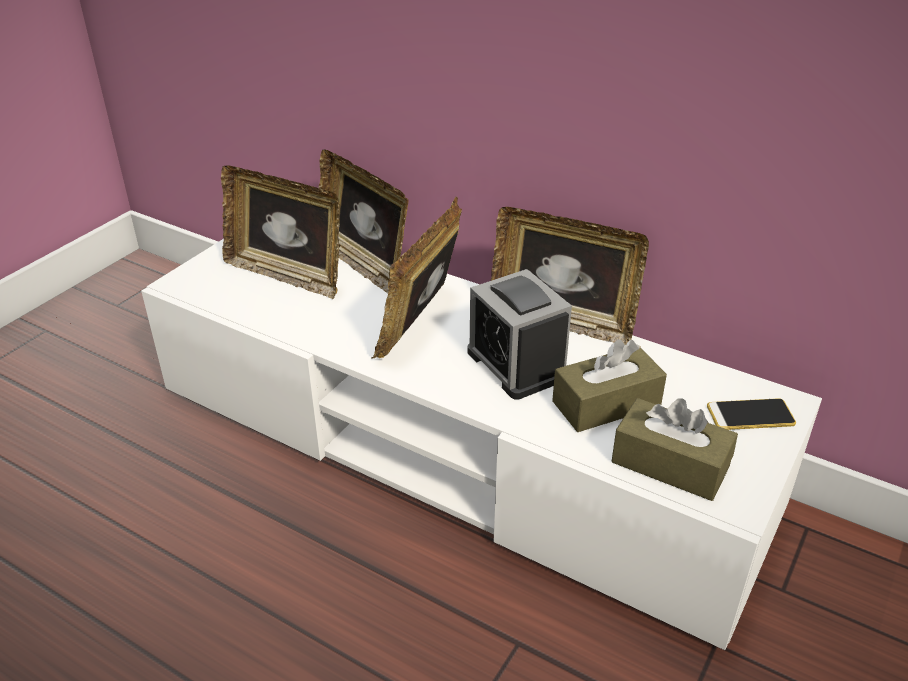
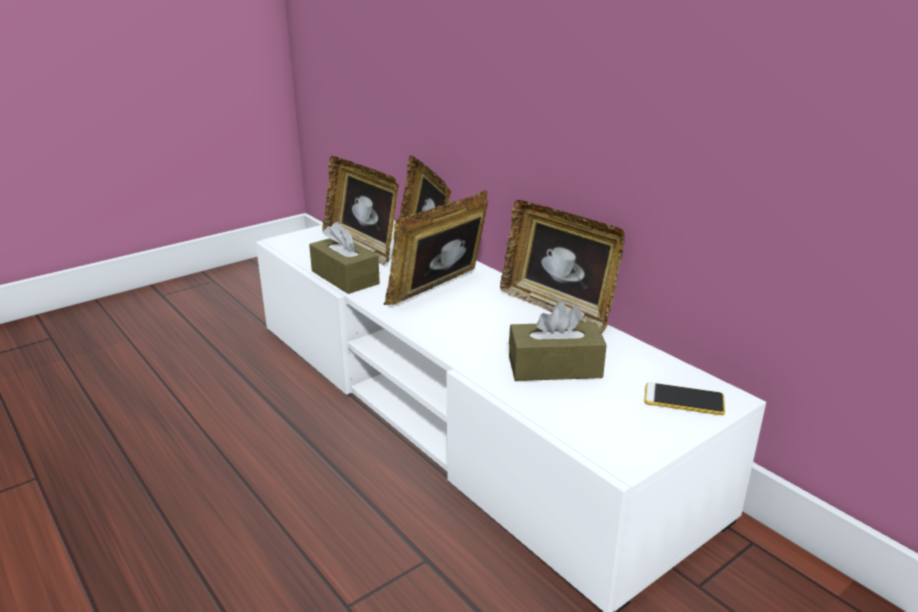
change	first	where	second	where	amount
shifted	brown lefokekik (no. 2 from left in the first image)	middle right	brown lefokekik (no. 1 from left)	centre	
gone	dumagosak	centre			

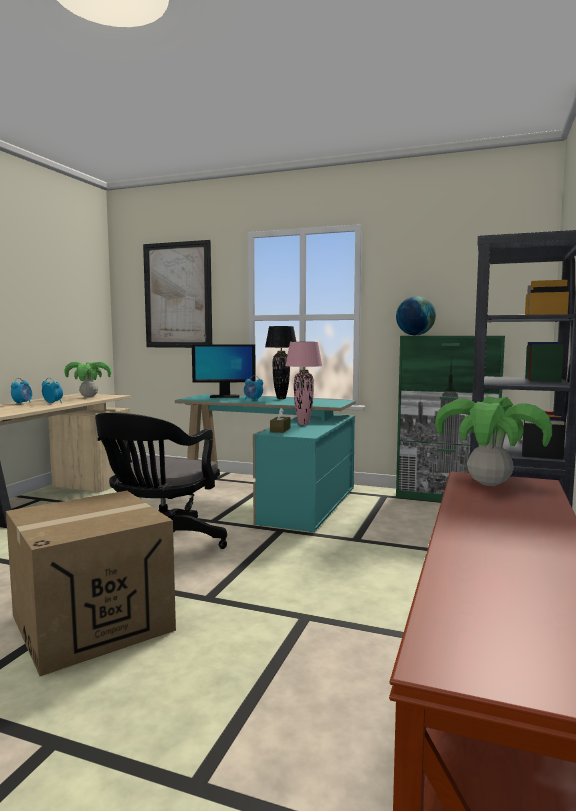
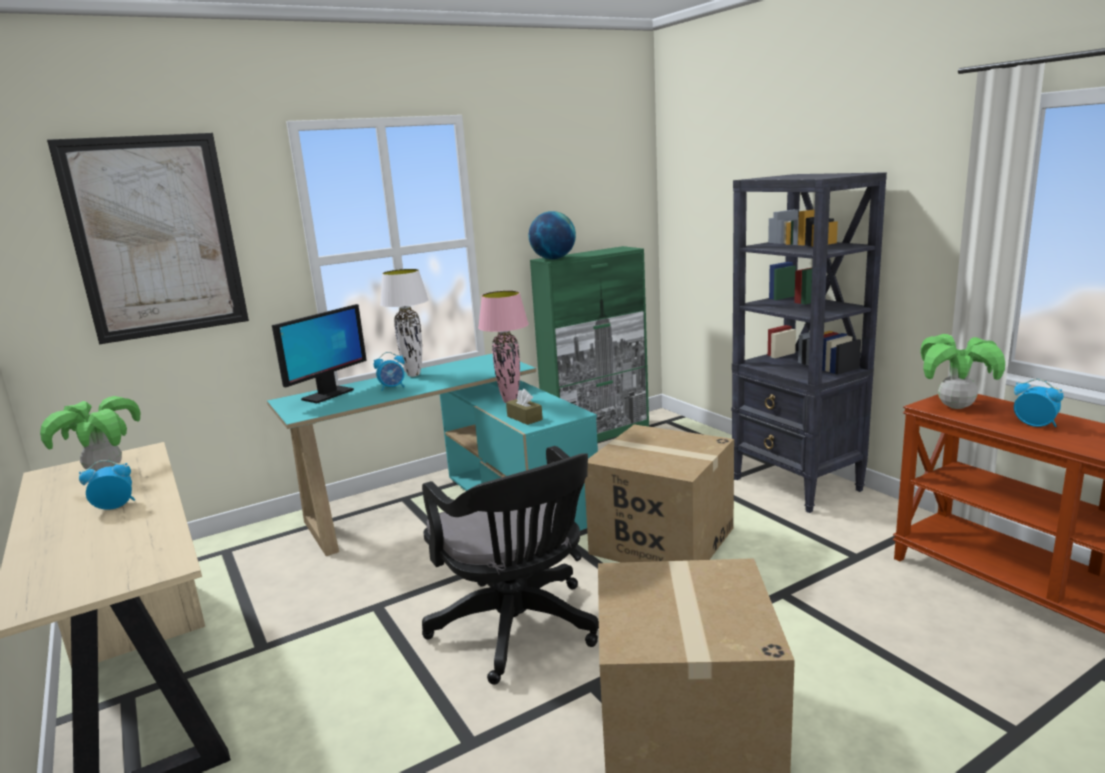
change	first	where	second	where	amount
repainted	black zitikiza	centre	white zitikiza	centre	
new			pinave (no. 1 from left)	centre	
shifted	dumagosak (no. 1 from left in the first image)	middle left	dumagosak (no. 3 from left)	middle right	

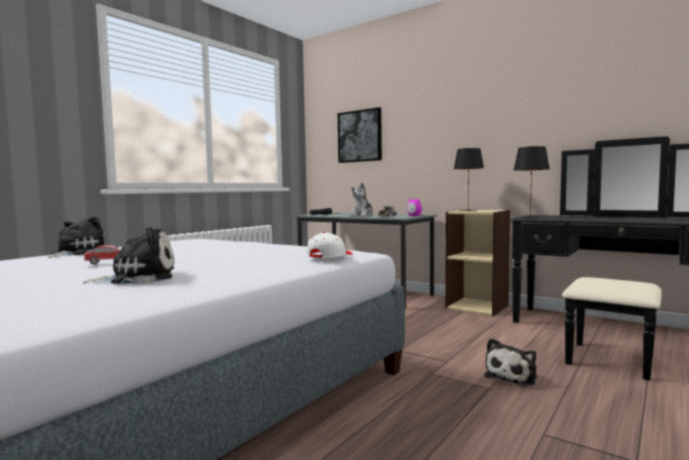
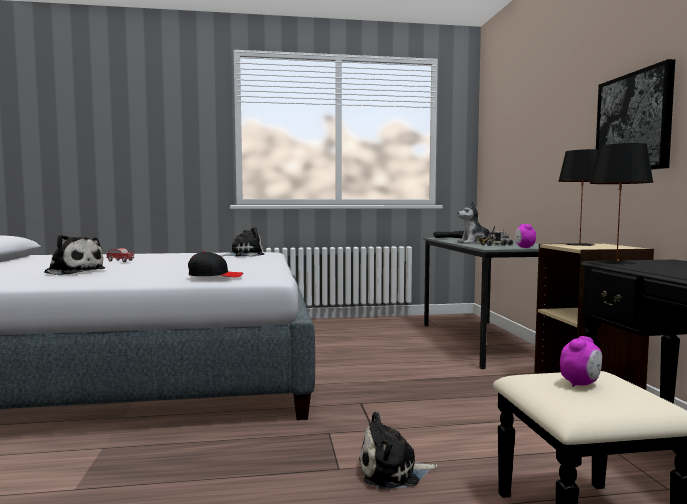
change	first	where	second	where	amount
repainted	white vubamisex	centre	black vubamisex	middle left	
shifted	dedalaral (no. 1 from left in the first image)	middle left	dedalaral (no. 2 from left)	centre	
new			dumagosak (no. 2 from left)	bottom right	
shifted	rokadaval	top centre		top right	

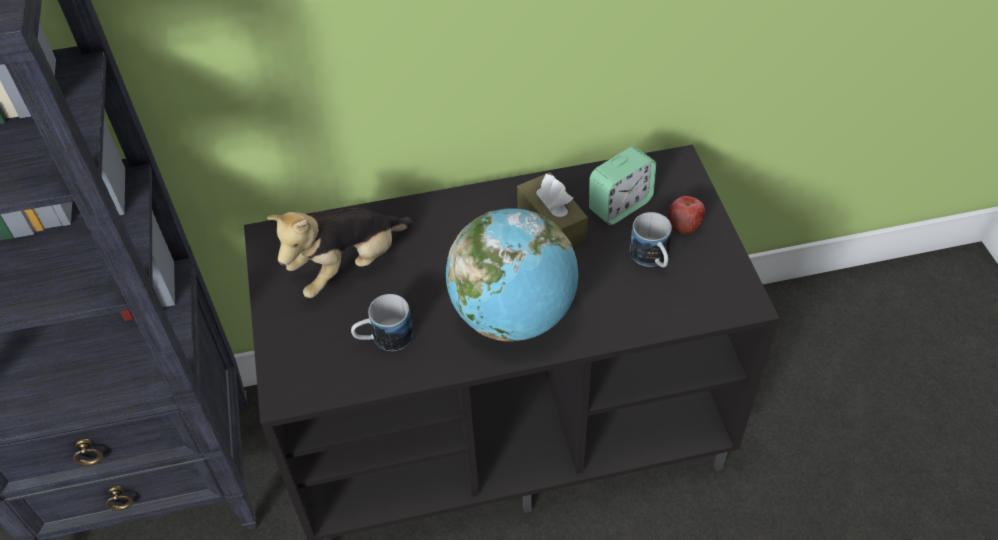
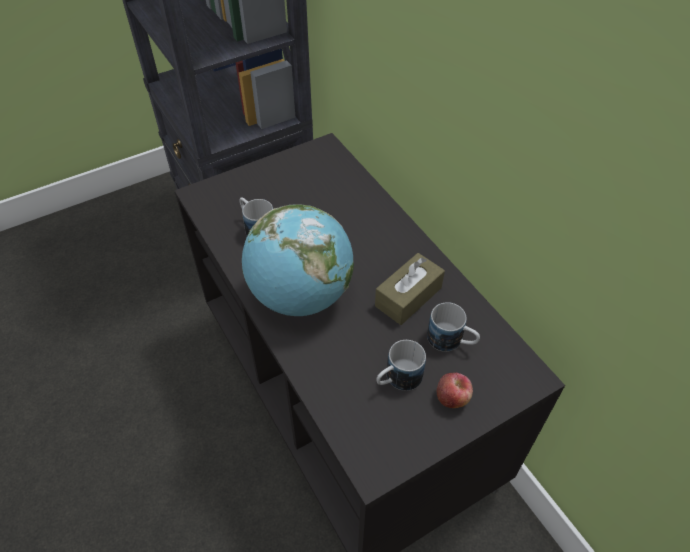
change	first	where	second	where	amount
swapped	dumagosak	centre	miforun (no. 3 from left)	centre	
gone	dedalaral	centre			

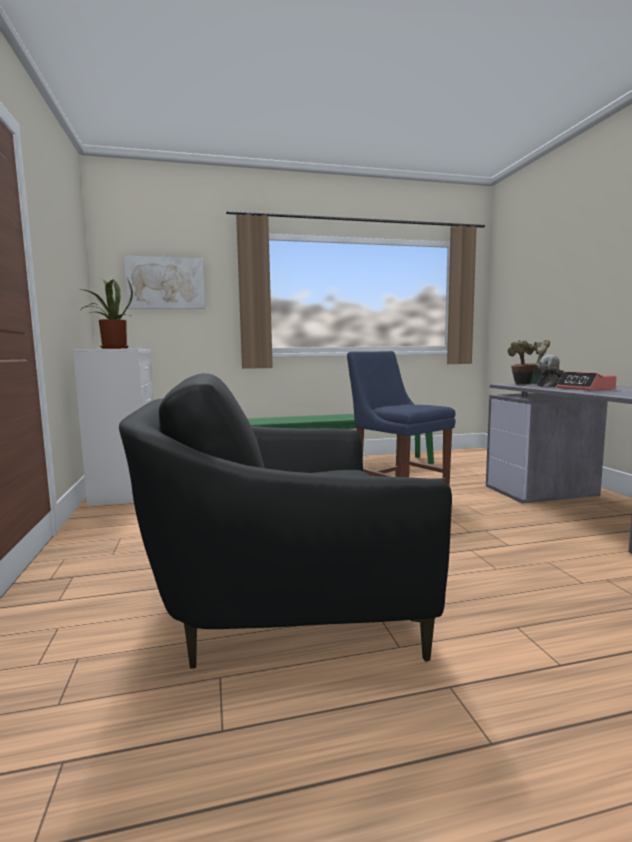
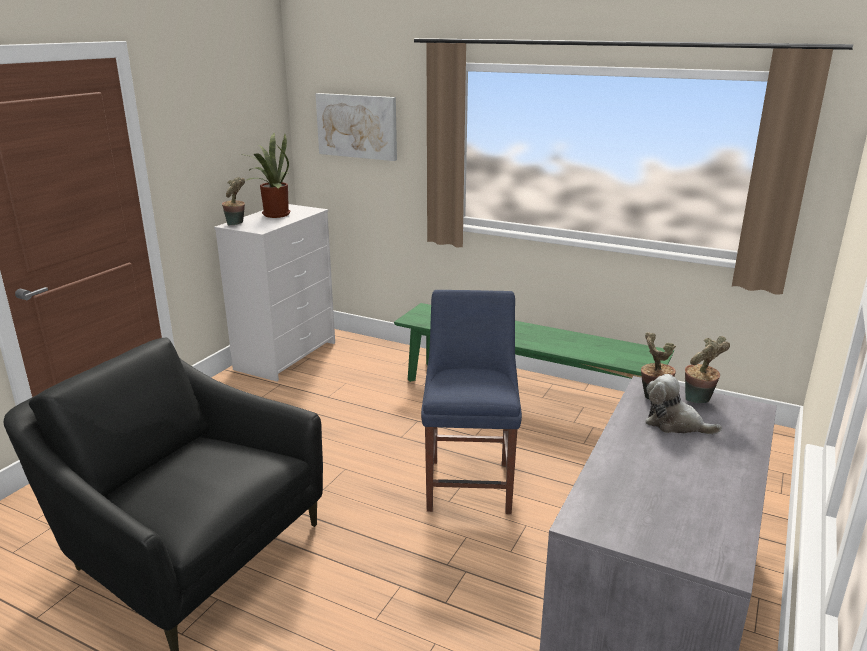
change	first	where	second	where	amount
new			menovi (no. 1 from left)	top left	
gone	dumagosak	middle right			

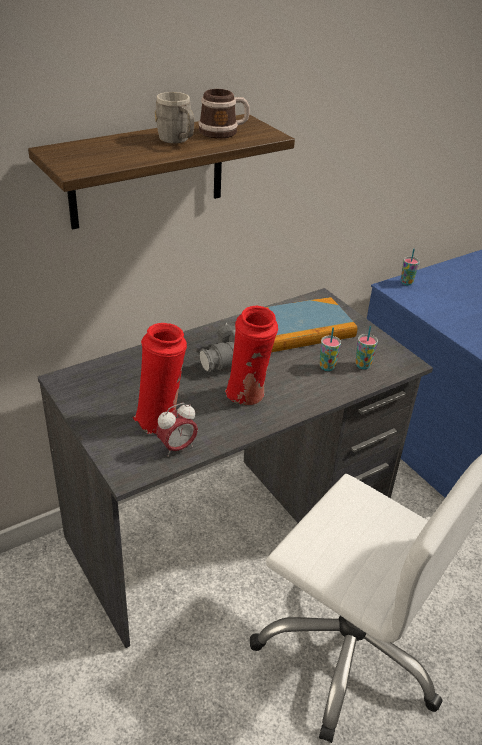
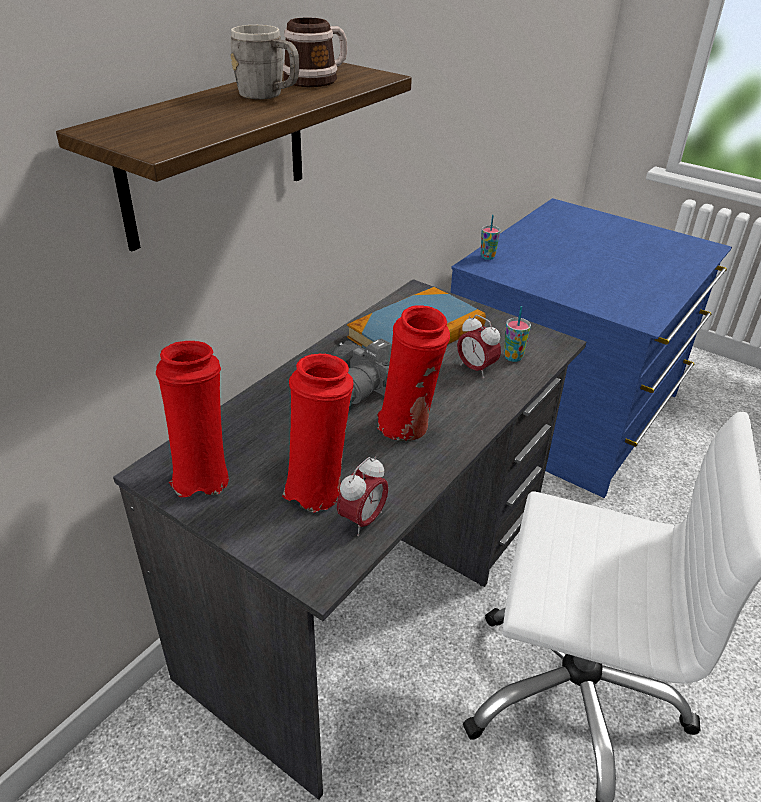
change	first	where	second	where	amount
new			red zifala (no. 1 from left)	middle left	
swapped	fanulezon (no. 1 from left)	middle right	dumagosak (no. 2 from left)	centre	

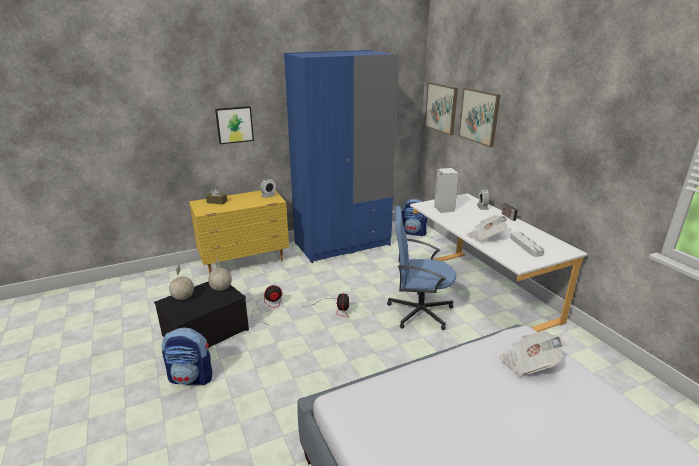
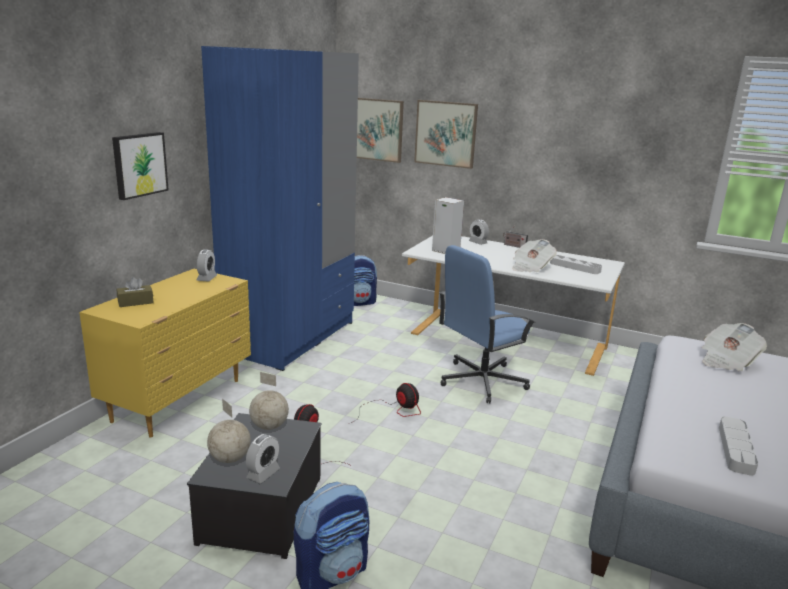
change	first	where	second	where	amount
new			dumagosak (no. 2 from left)	bottom centre	
new			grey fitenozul (no. 2 from left)	bottom right	

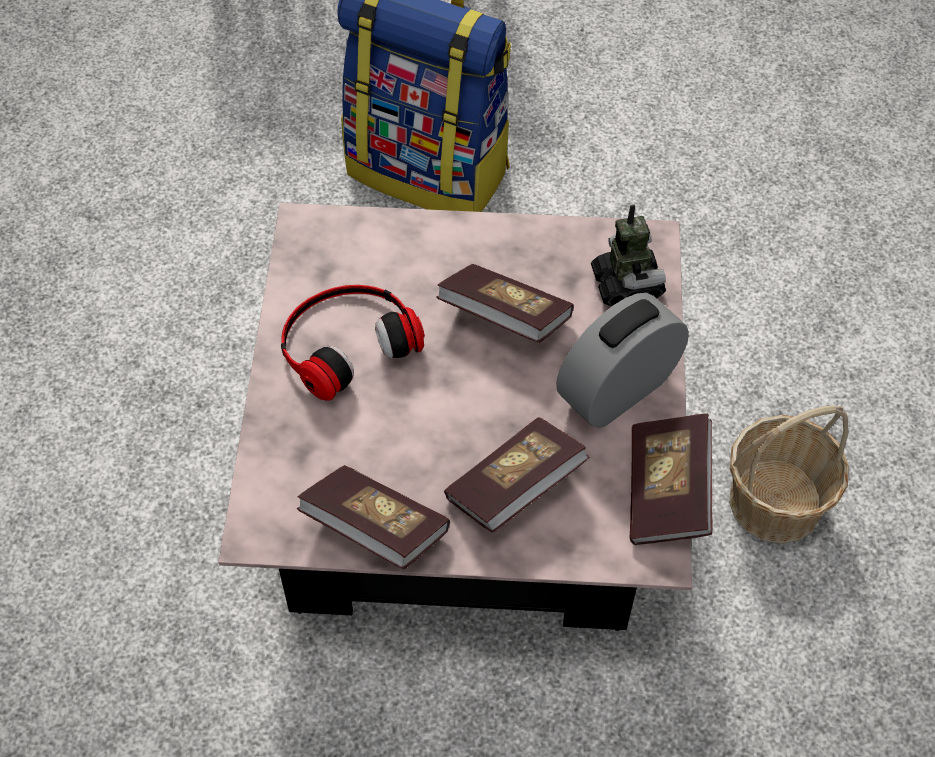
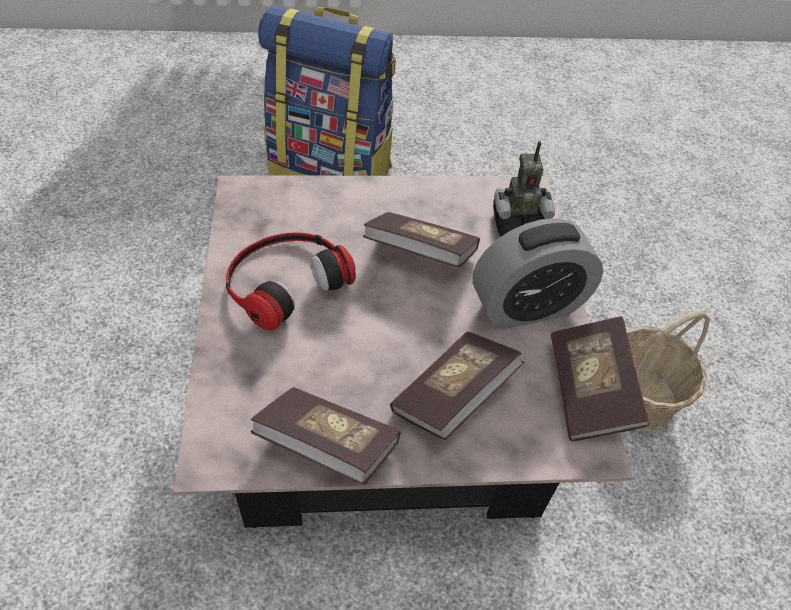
change	first	where	second	where	amount
rotated	dumagosak	centre		middle right	150 degrees counterclockwise
rotated	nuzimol	middle right		top centre	105 degrees clockwise

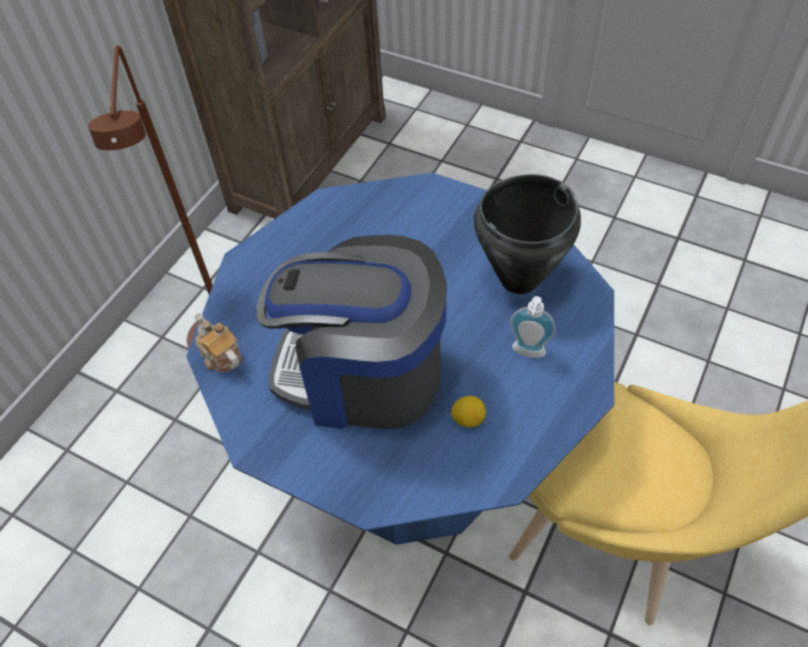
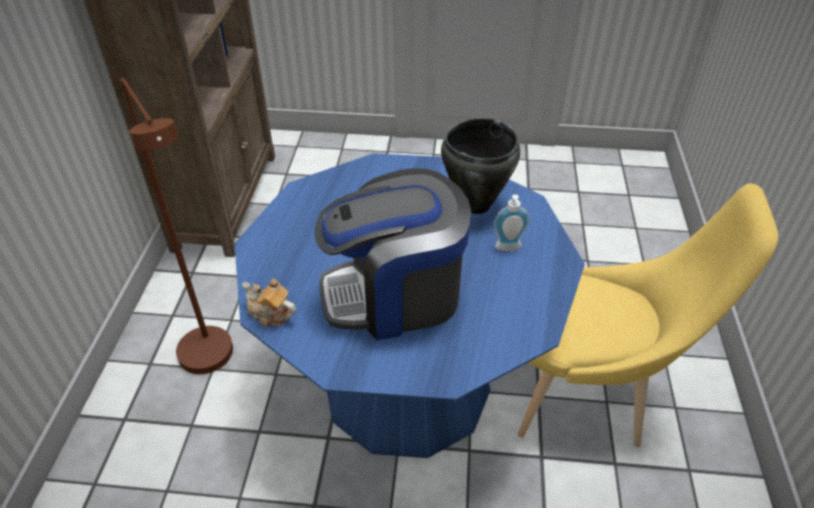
change	first	where	second	where	amount
gone	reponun	centre			

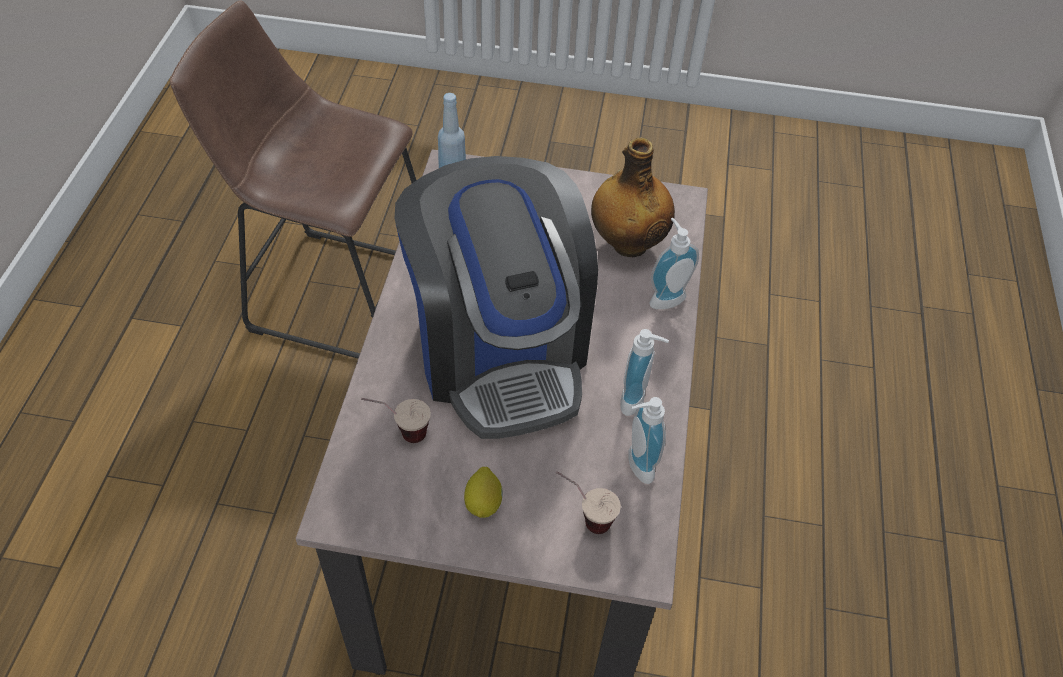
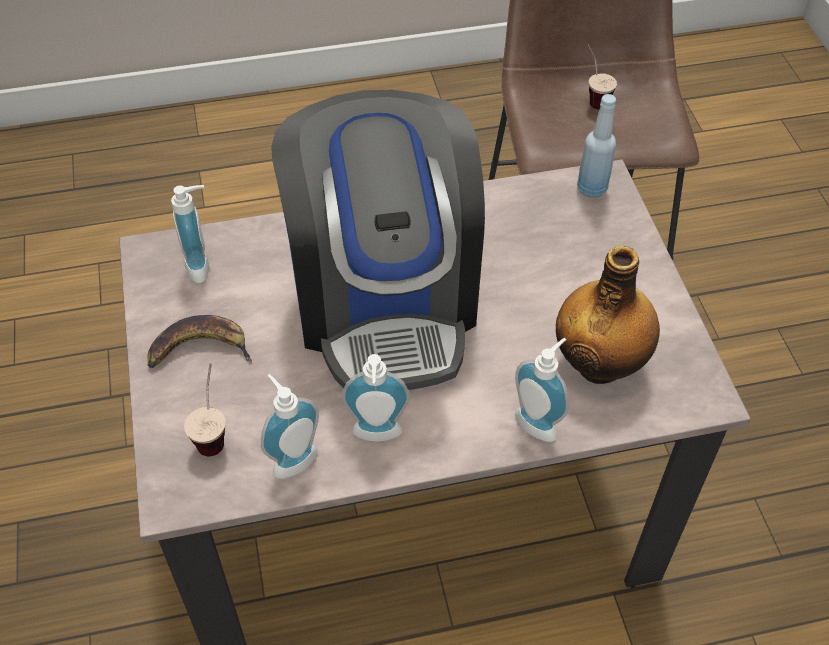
change	first	where	second	where	amount
swapped	reponun	bottom centre	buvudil	middle left	
new			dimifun (no. 1 from left)	middle left	
rotated	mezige	centre		centre	60 degrees counterclockwise
shifted	fanulezon (no. 1 from left in the first image)	centre	fanulezon (no. 2 from left)	top right	

